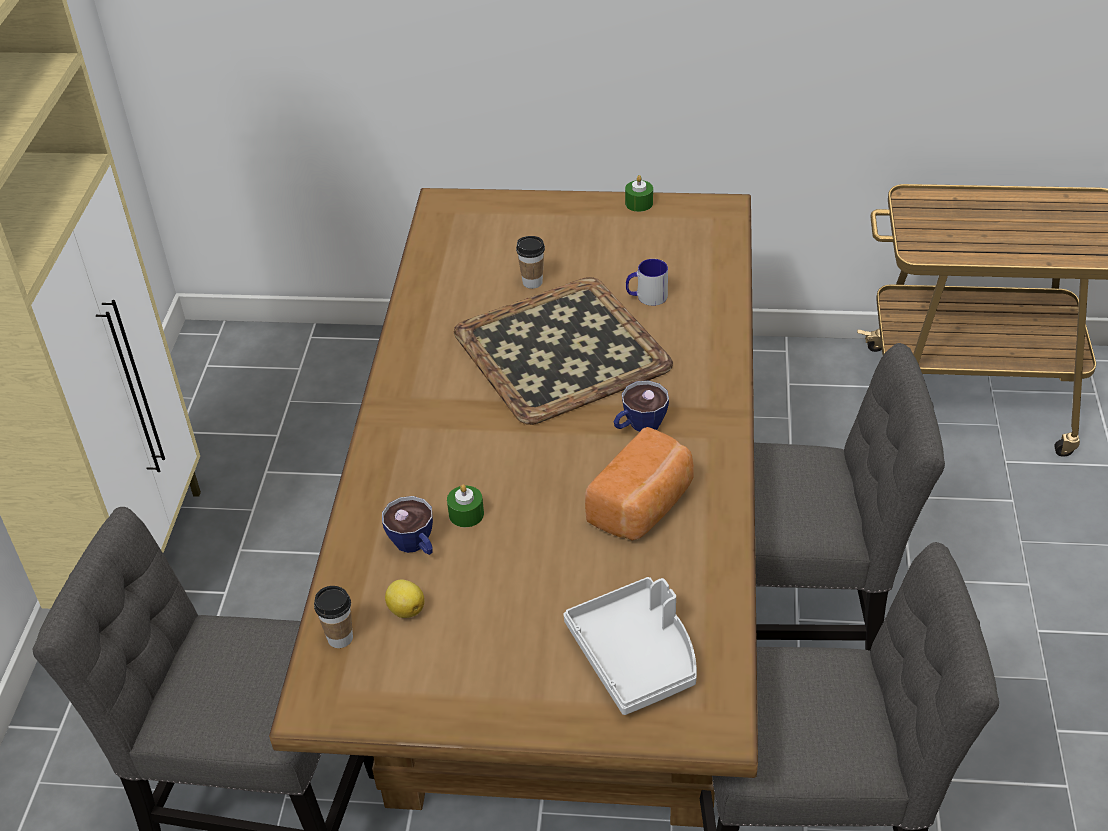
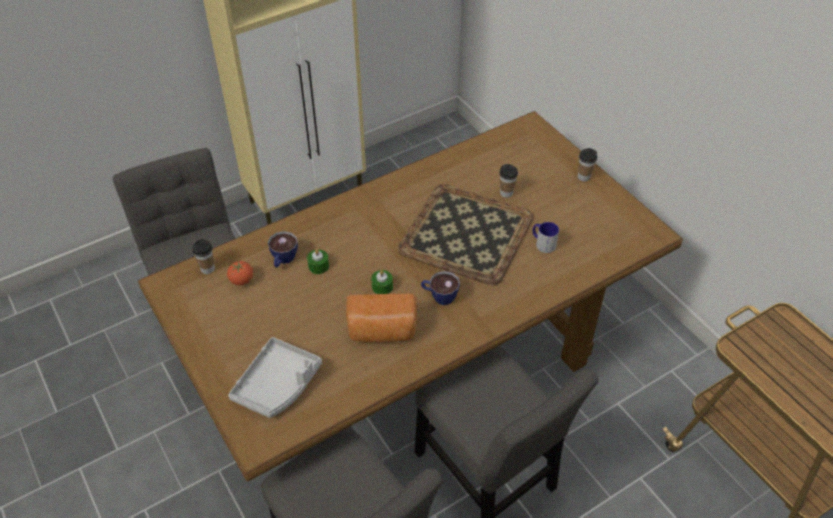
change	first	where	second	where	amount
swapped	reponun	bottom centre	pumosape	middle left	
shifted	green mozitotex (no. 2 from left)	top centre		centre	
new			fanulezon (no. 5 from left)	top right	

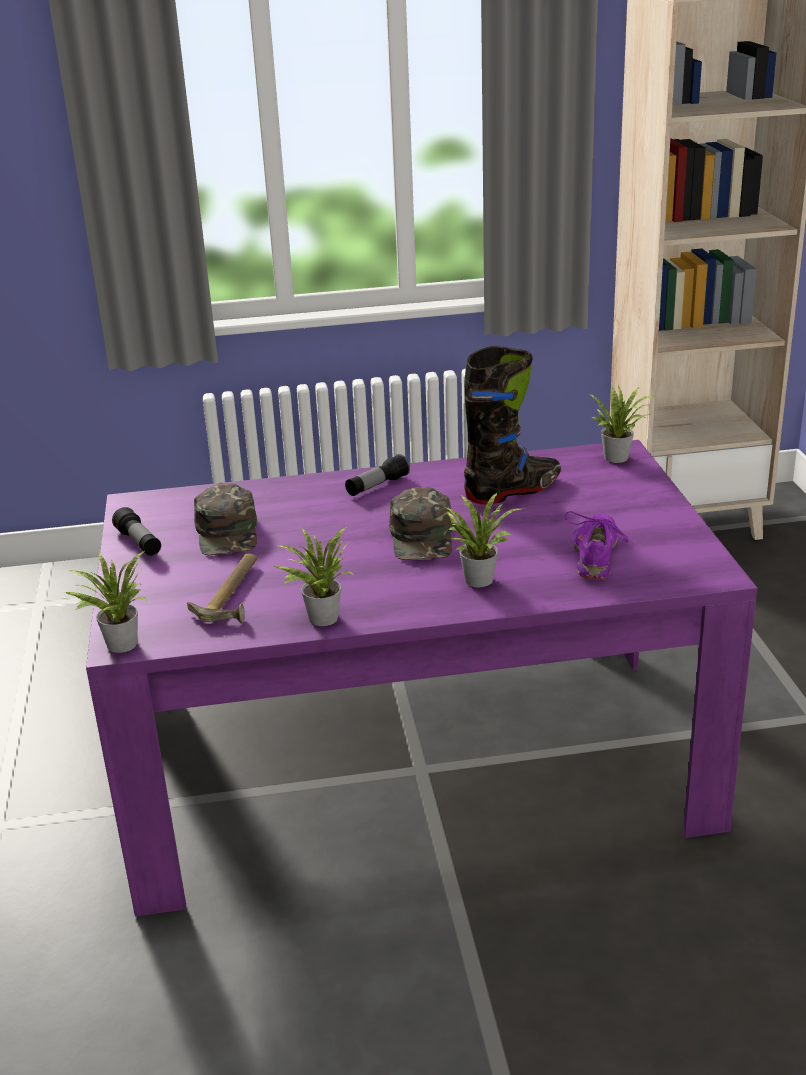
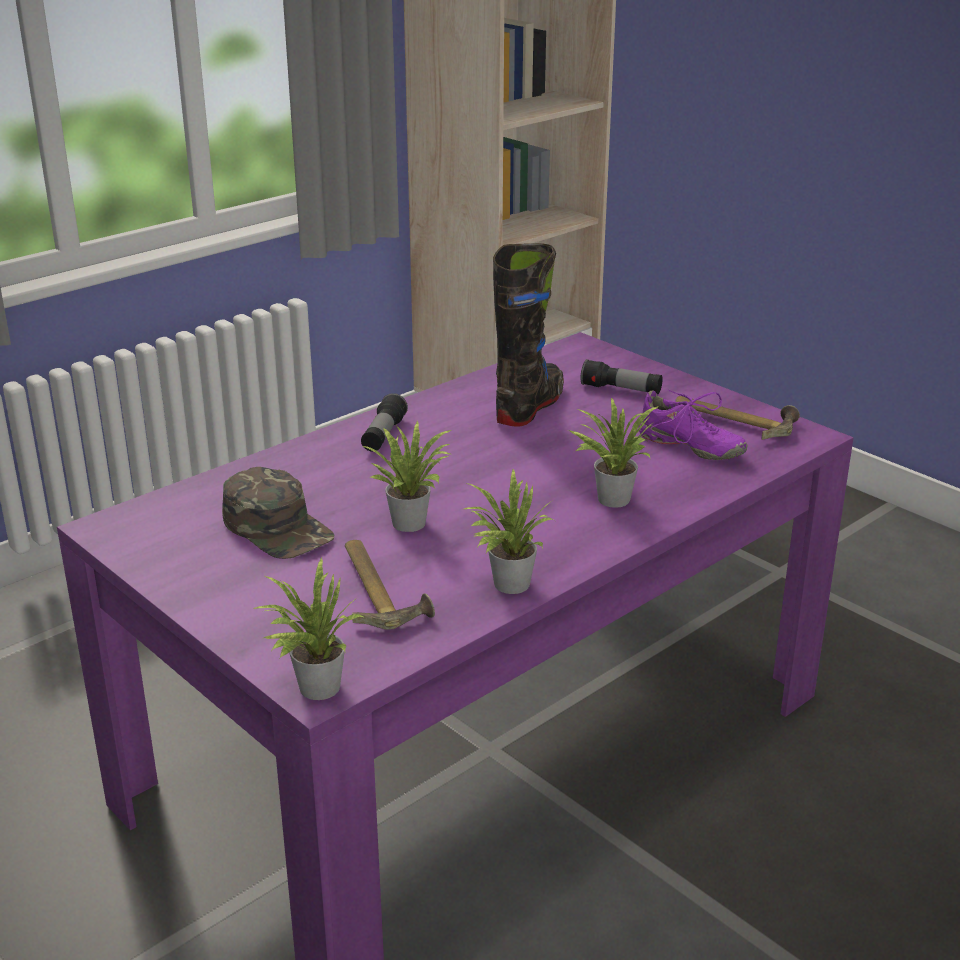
change	first	where	second	where	amount
shifted	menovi (no. 4 from left in the first image)	middle right	menovi (no. 2 from left)	centre	
shifted	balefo (no. 1 from left in the first image)	middle left	balefo (no. 2 from left)	centre	
rotated	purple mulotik	middle right		middle right	150 degrees clockwise
new			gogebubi (no. 2 from left)	middle right	
gone	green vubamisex (no. 2 from left)	centre			

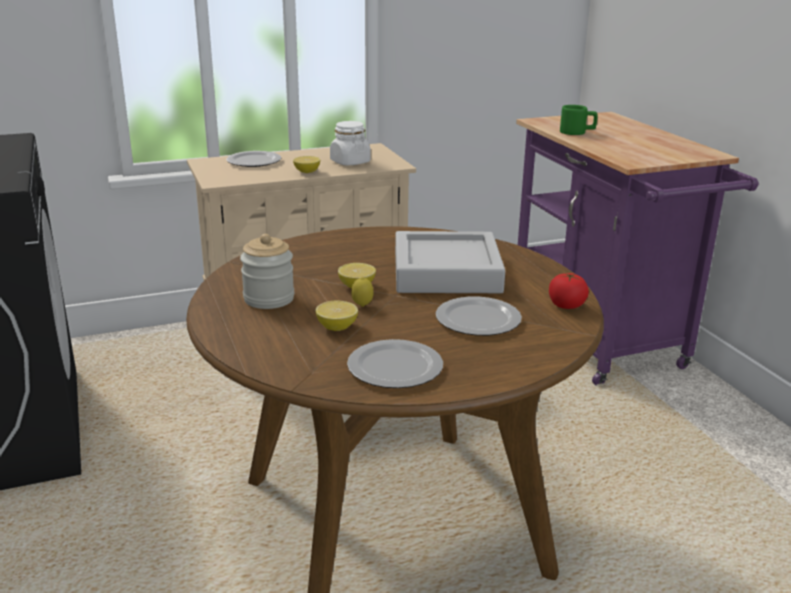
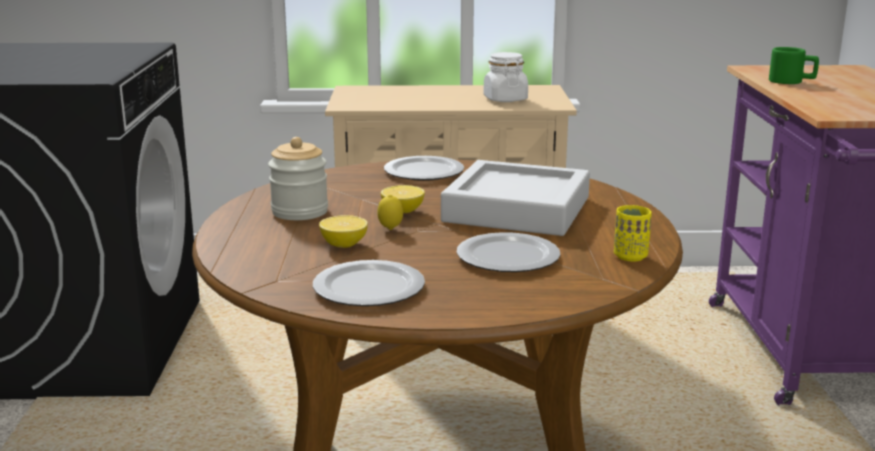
change	first	where	second	where	amount
shifted	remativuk (no. 1 from left in the first image)	top left	remativuk (no. 2 from left)	centre	
swapped	pumosape	middle right	yellow fanulezon	middle right	
gone	reponun (no. 1 from left)	top centre			

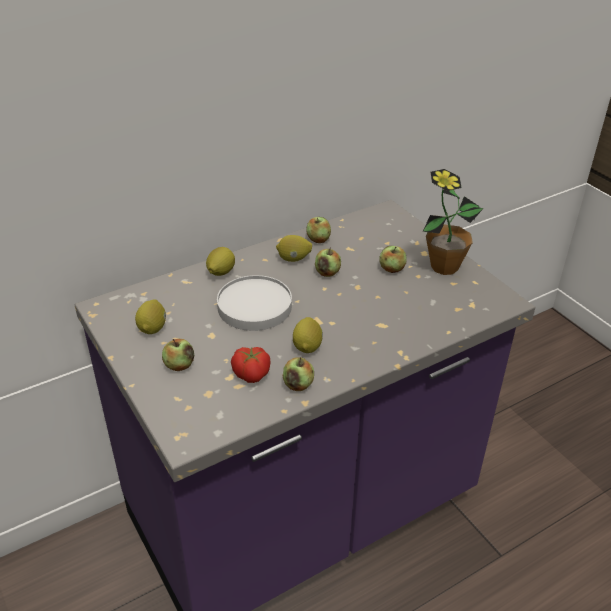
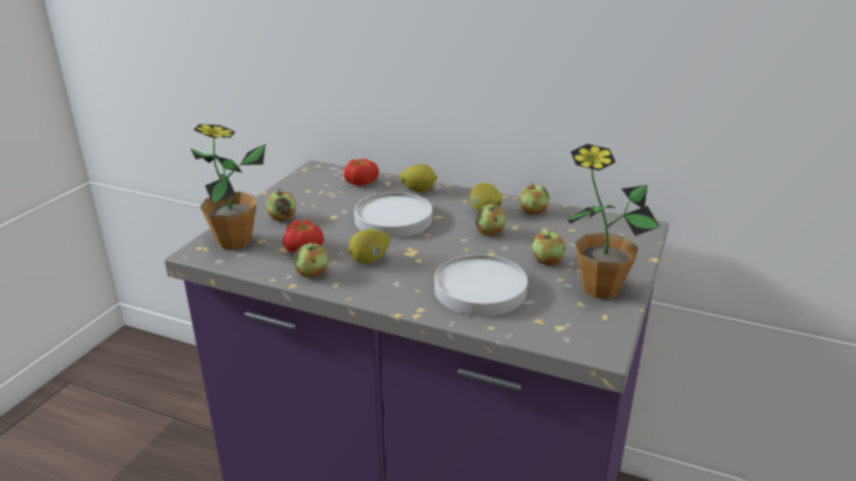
change	first	where	second	where	amount
new			menovi (no. 1 from left)	middle left	
new			pumosape (no. 2 from left)	centre	
new			white remativuk (no. 2 from left)	centre	
gone	reponun (no. 1 from left)	middle left			

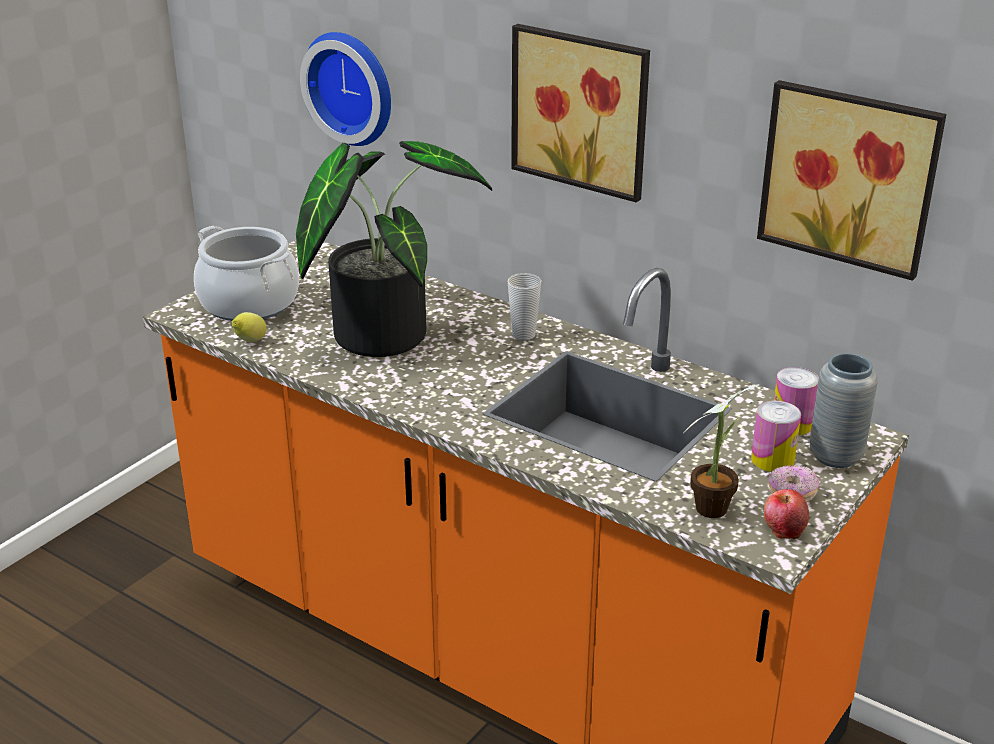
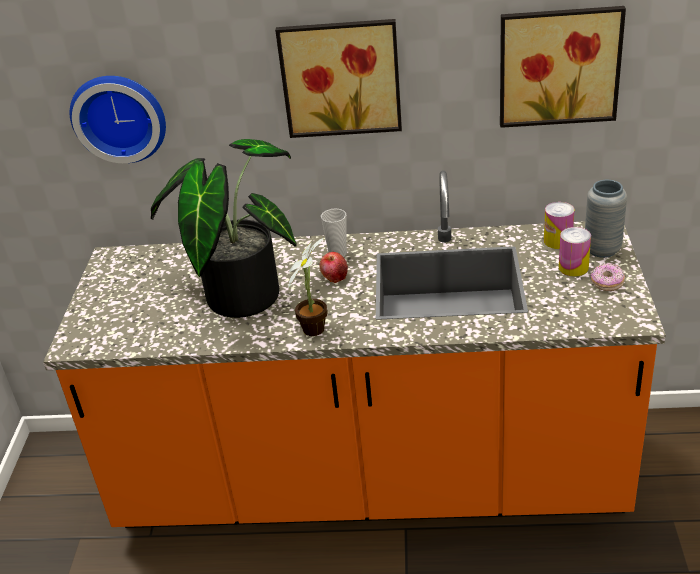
change	first	where	second	where	amount
shifted	menovi (no. 2 from left)	middle right		centre	
shifted	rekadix	bottom right		centre	
gone	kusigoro	middle left			
gone	reponun	middle left			

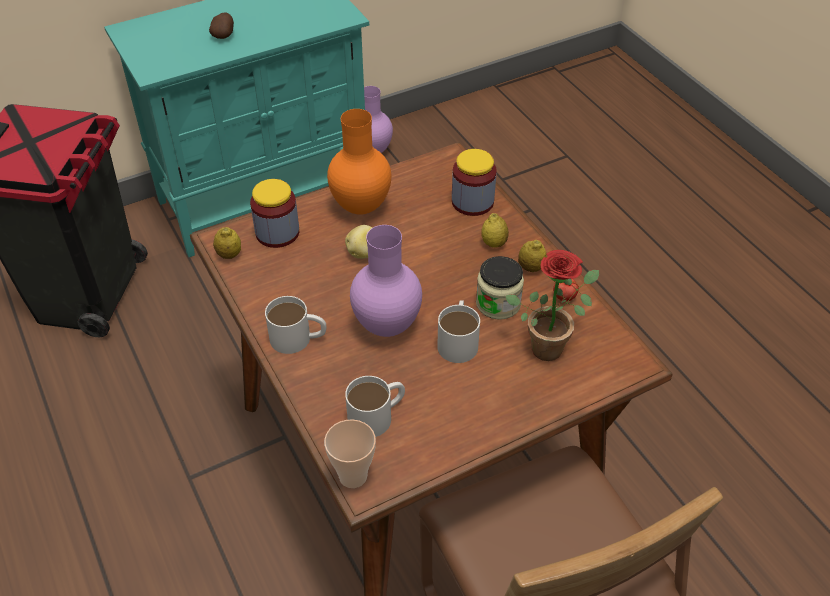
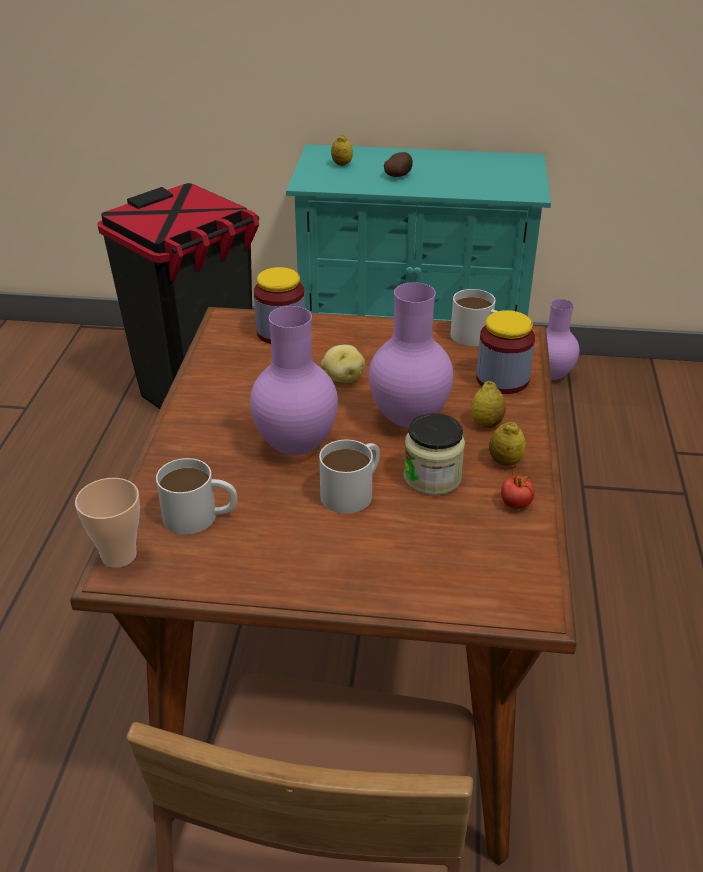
change	first	where	second	where	amount
shifted	reponun (no. 1 from left)	middle left		top centre	
new			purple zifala (no. 2 from left)	centre	
shifted	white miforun (no. 1 from left in the first image)	centre	white miforun (no. 3 from left)	middle right	
gone	orange zifala	top centre			
gone	menovi	centre			

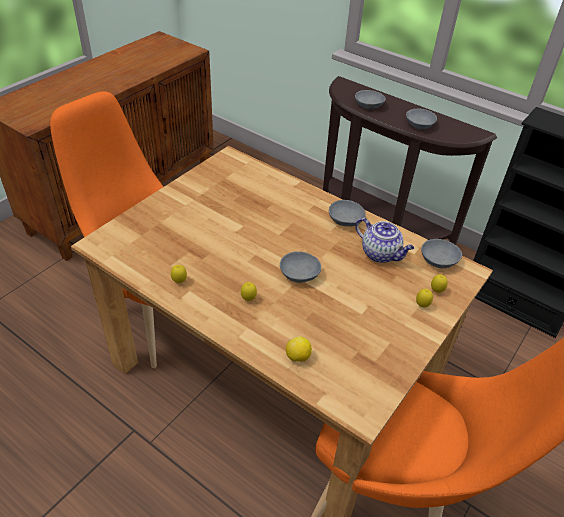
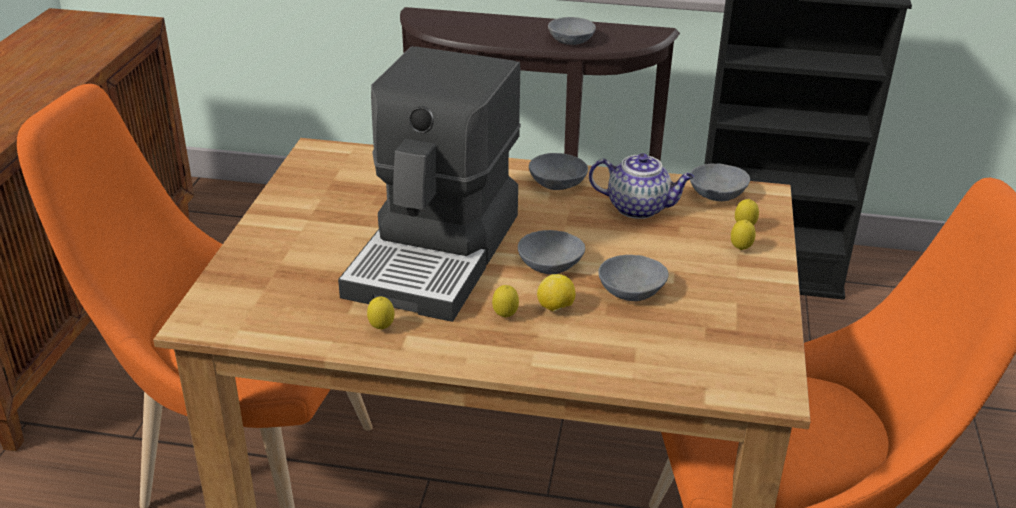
change	first	where	second	where	amount
new			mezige	centre	
shifted	reponun (no. 3 from left)	bottom centre		centre	
shifted	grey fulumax (no. 3 from left in the first image)	top centre	grey fulumax (no. 4 from left)	centre	

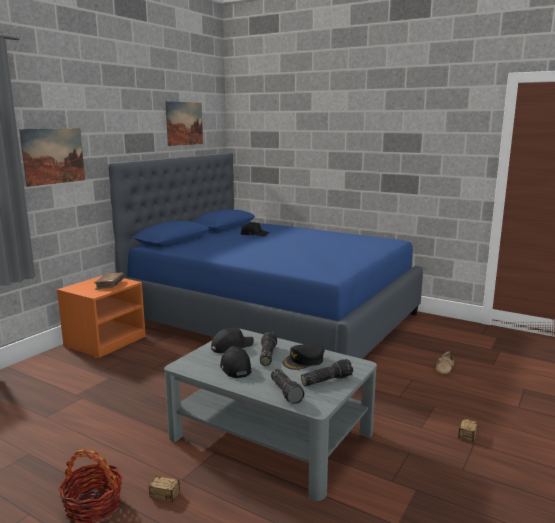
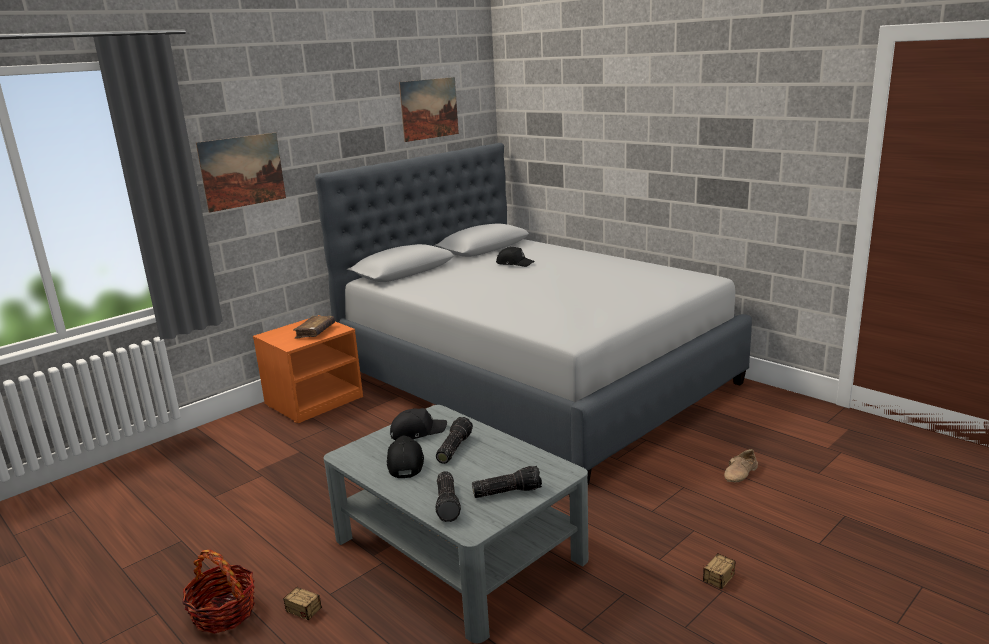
change	first	where	second	where	amount
repainted	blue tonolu	centre	grey tonolu	centre	
gone	black vubamisex (no. 4 from left)	bottom centre			

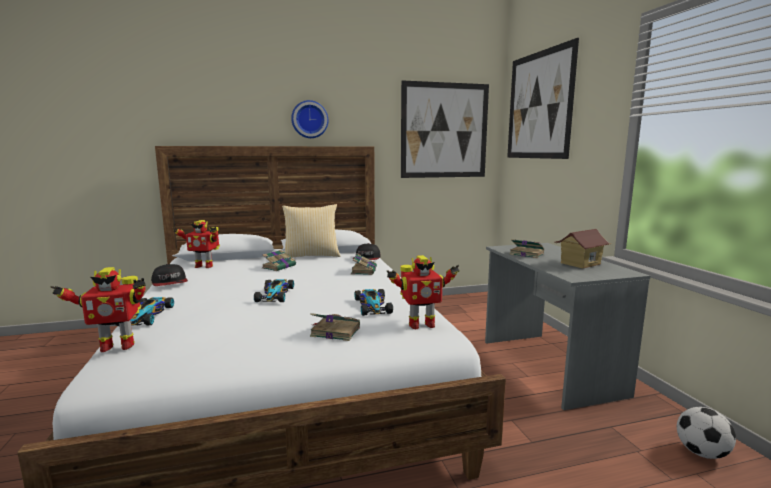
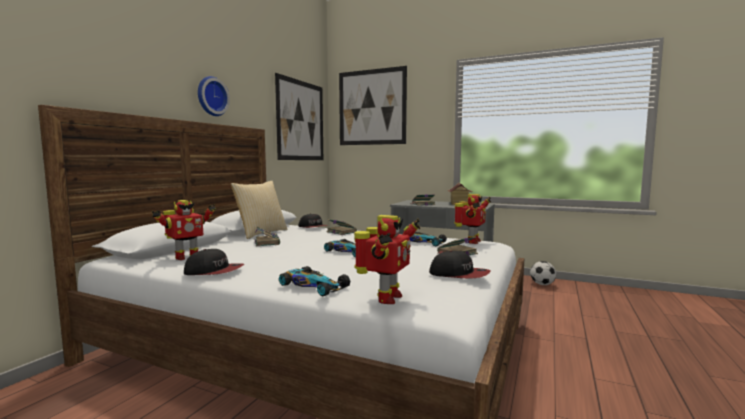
change	first	where	second	where	amount
new			vubamisex (no. 3 from left)	centre	

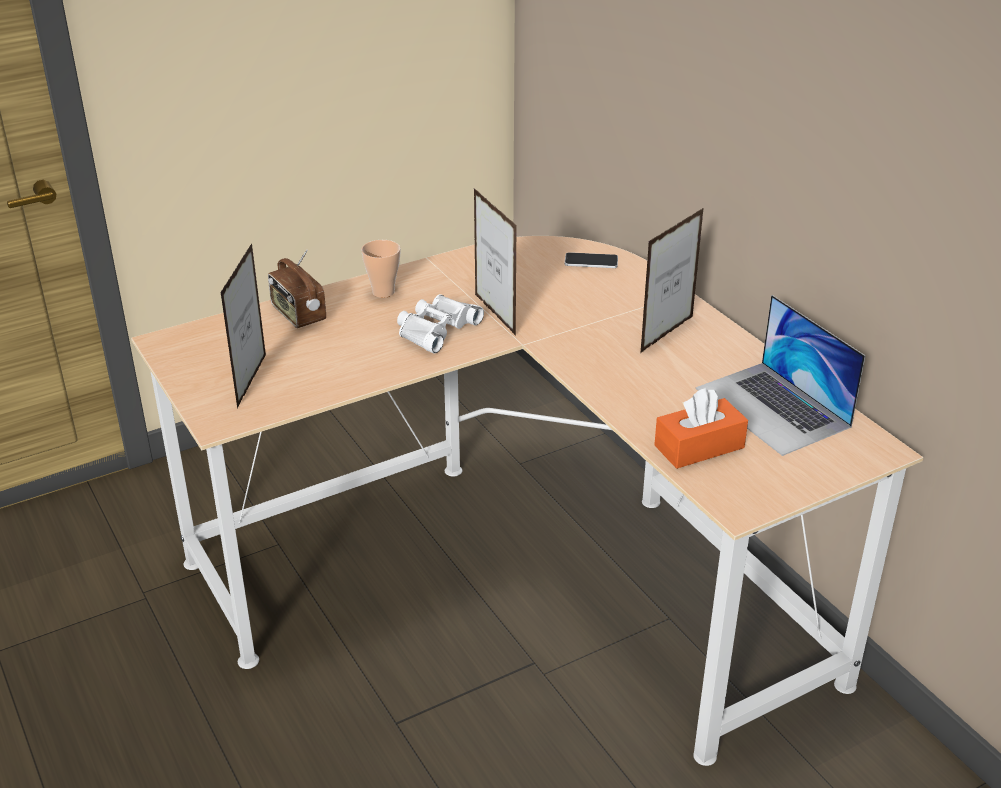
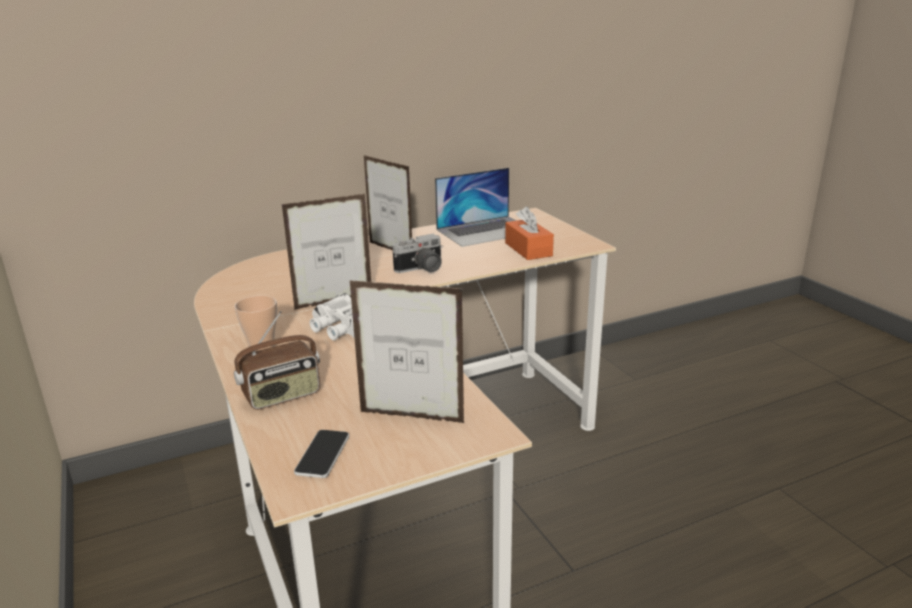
change	first	where	second	where	amount
shifted	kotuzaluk	top centre		bottom centre	
new			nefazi	centre	

